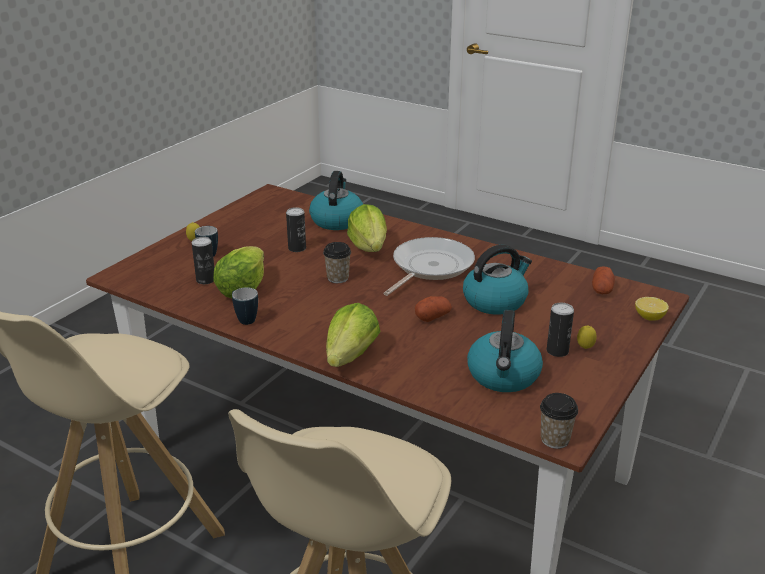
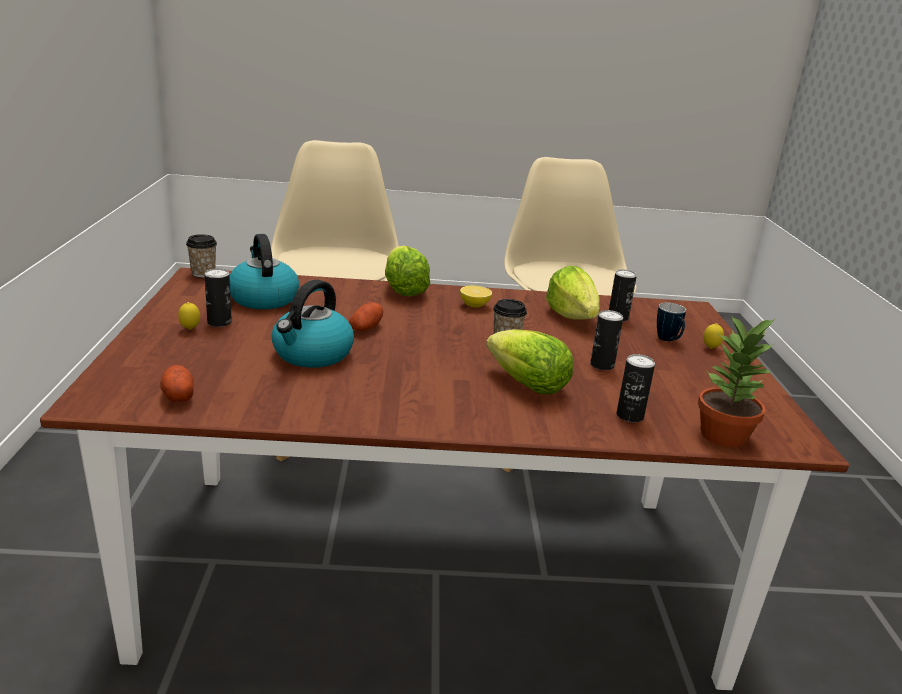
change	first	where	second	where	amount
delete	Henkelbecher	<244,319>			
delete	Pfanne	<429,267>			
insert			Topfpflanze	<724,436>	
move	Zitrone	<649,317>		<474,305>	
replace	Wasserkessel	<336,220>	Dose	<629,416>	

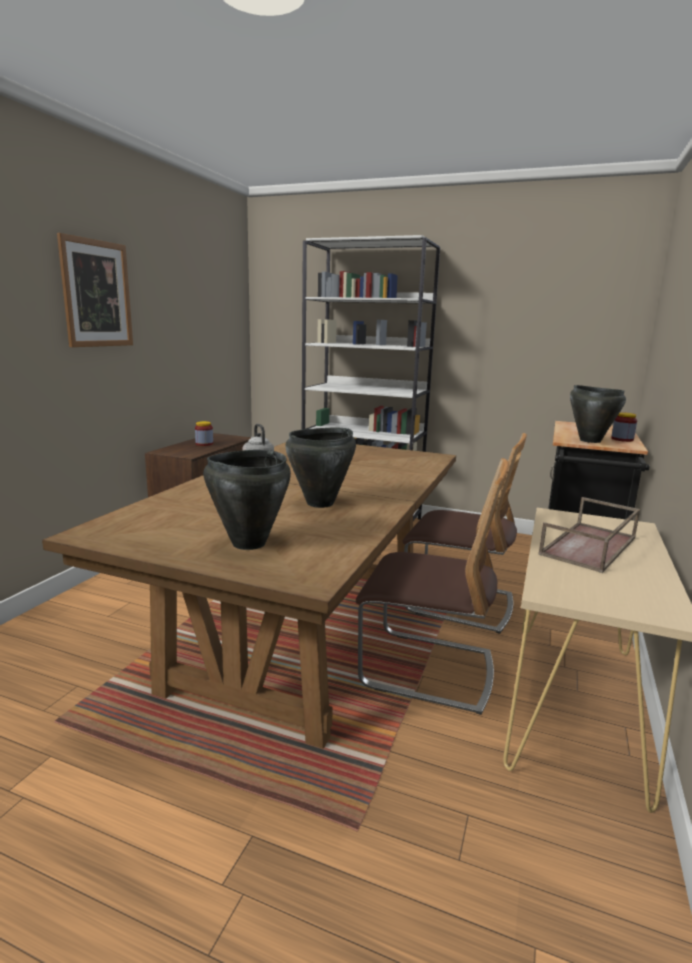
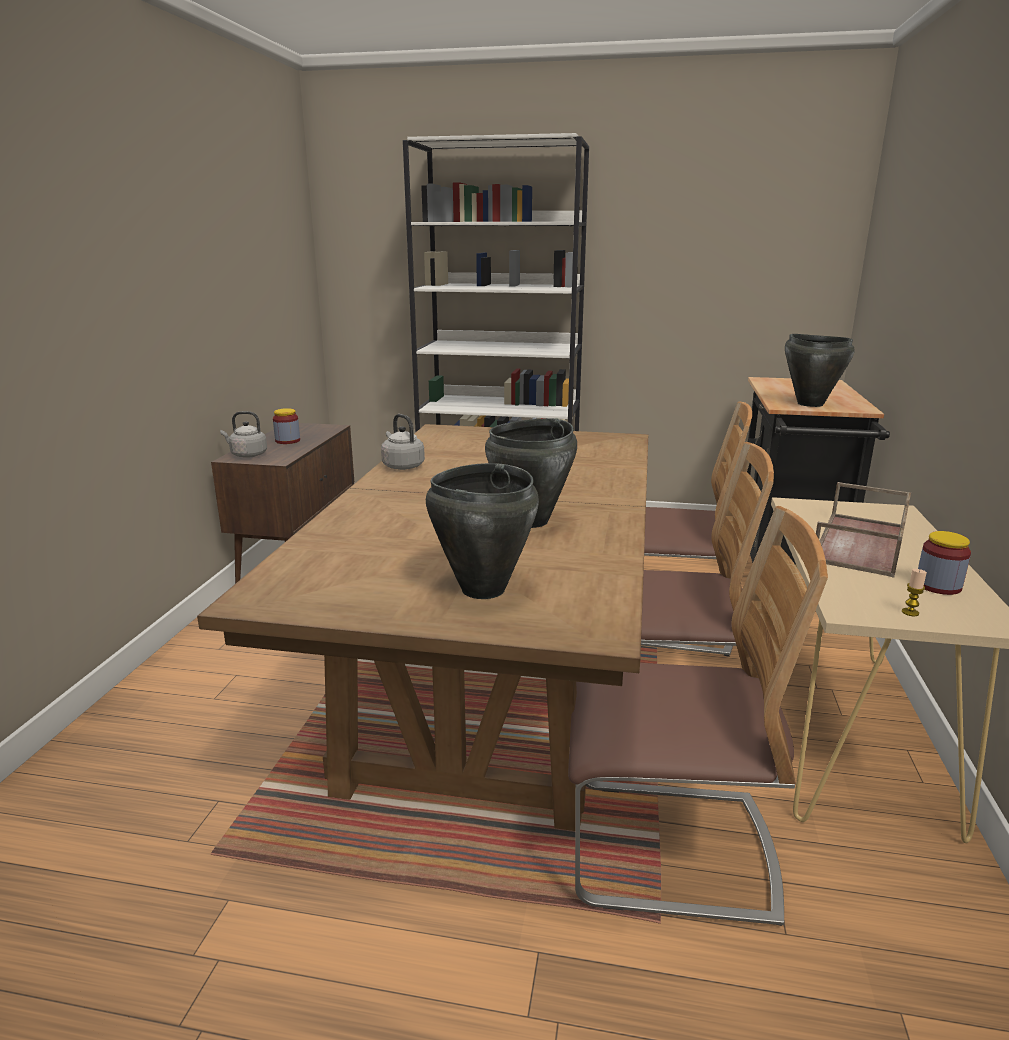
change	first	where	second	where	amount
delete	Bild	<97,294>			
insert			Wasserkessel/grau	<247,455>	
insert			Stuhl	<669,849>	
insert			Kerze	<910,612>	
move	Vorratsglas	<622,439>		<938,585>	

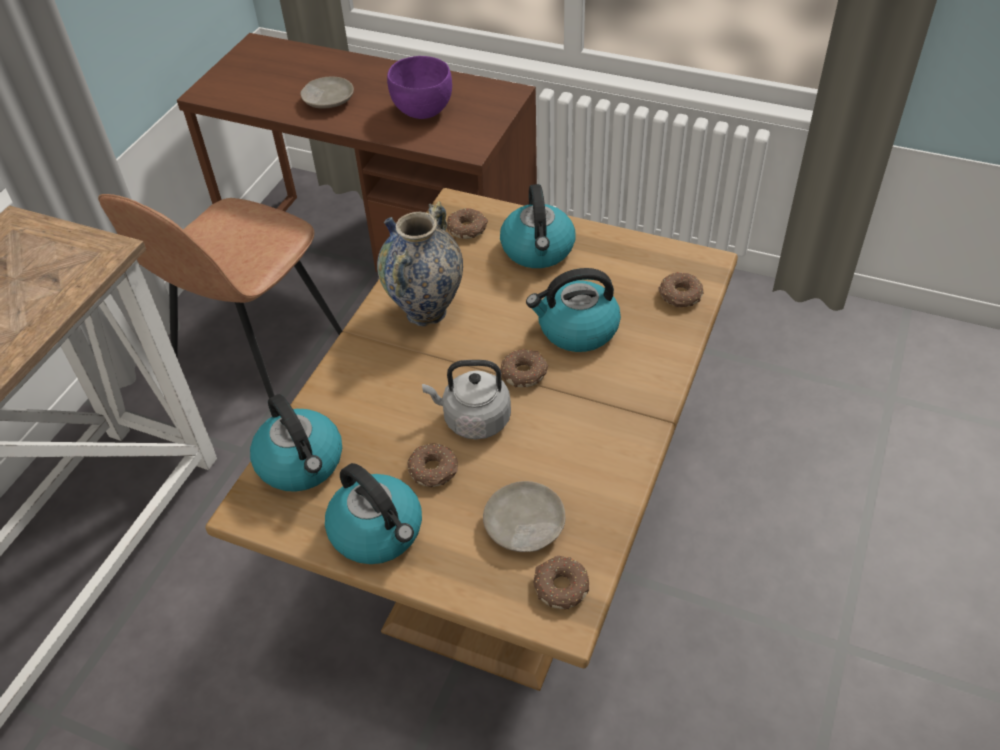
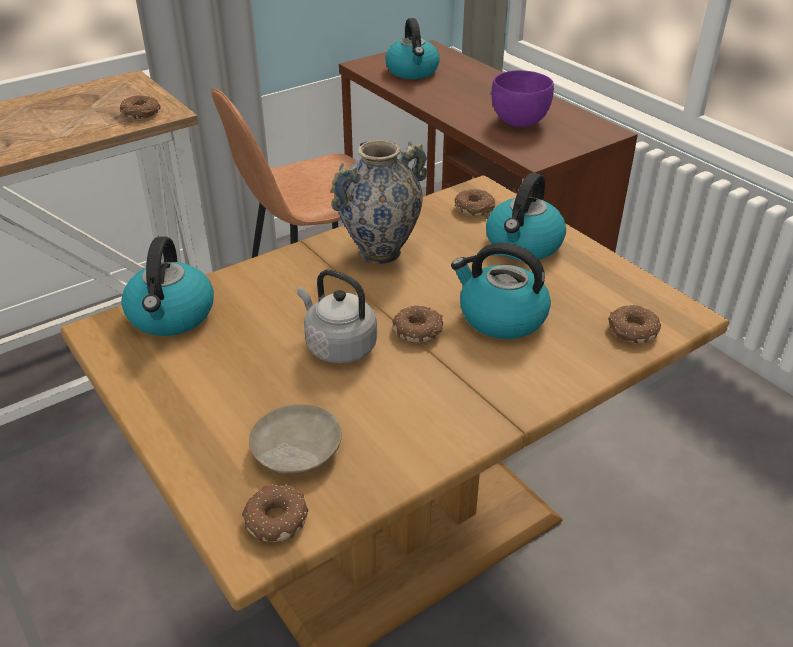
change	first	where	second	where	amount
delete	Teller/beige	<328,100>			
move	Wasserkessel	<378,531>		<413,72>	
move	Donut	<434,471>		<141,114>	

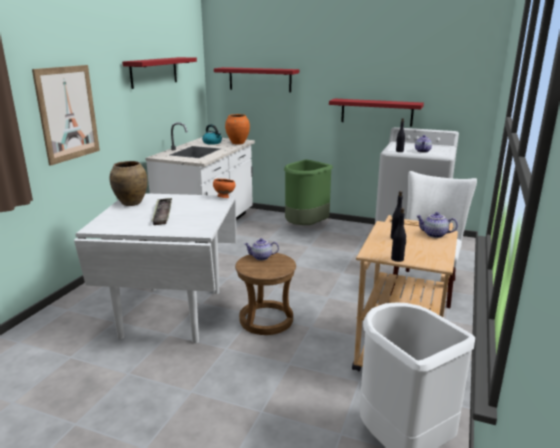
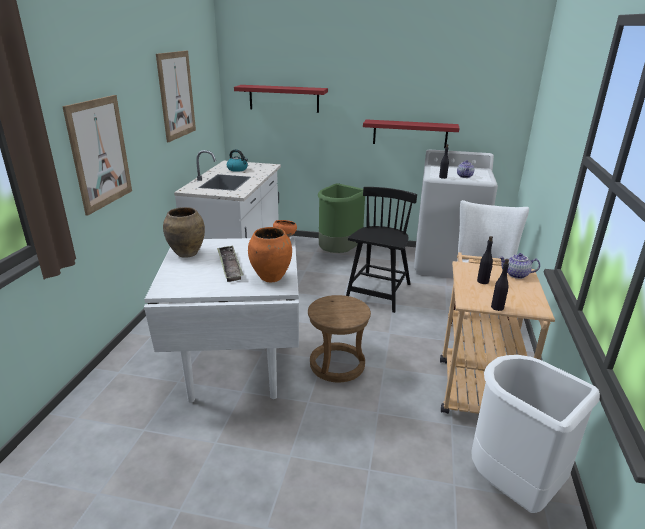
change	first	where	second	where	amount
delete	Teekanne	<261,257>			
insert			Stuhl/schwarz	<378,293>	
move	Vase/orange	<238,143>		<271,277>	
replace	Wandregal/rot	<154,72>	Bild	<176,95>	

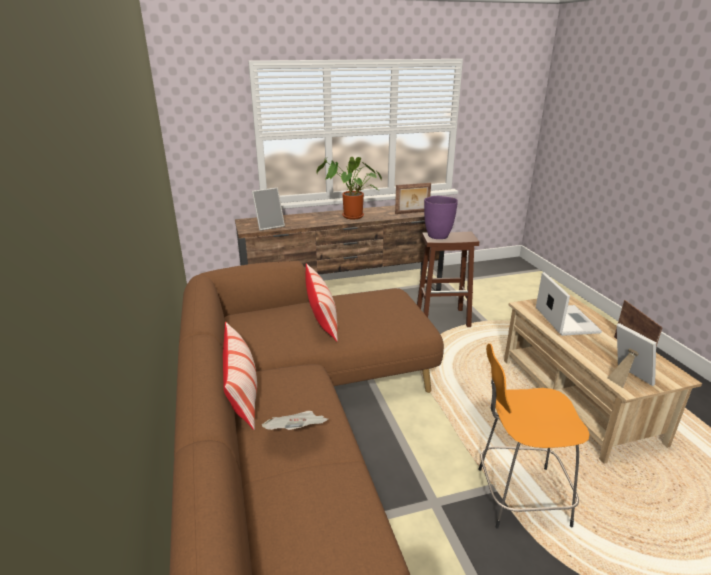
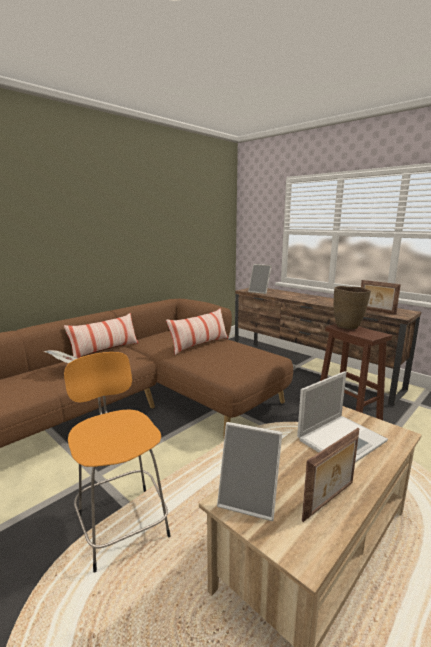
change	first	where	second	where	amount
delete	Topfpflanze	<351,217>			
recolor	Vase/lila	<437,236>	Vase/braun	<347,326>	
rotate	Bilderrahmen	<626,378>		<249,499>	75 degrees clockwise

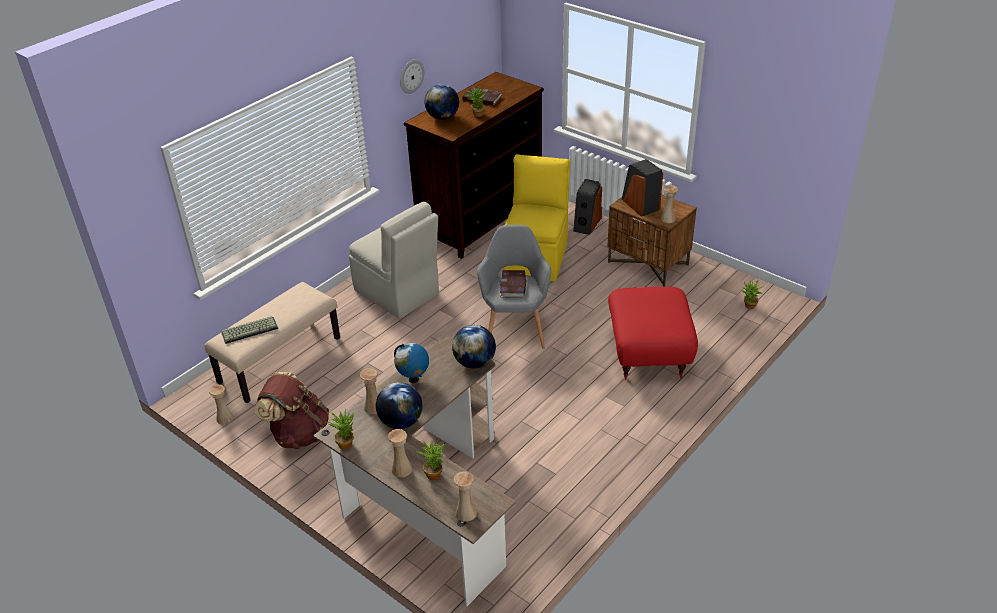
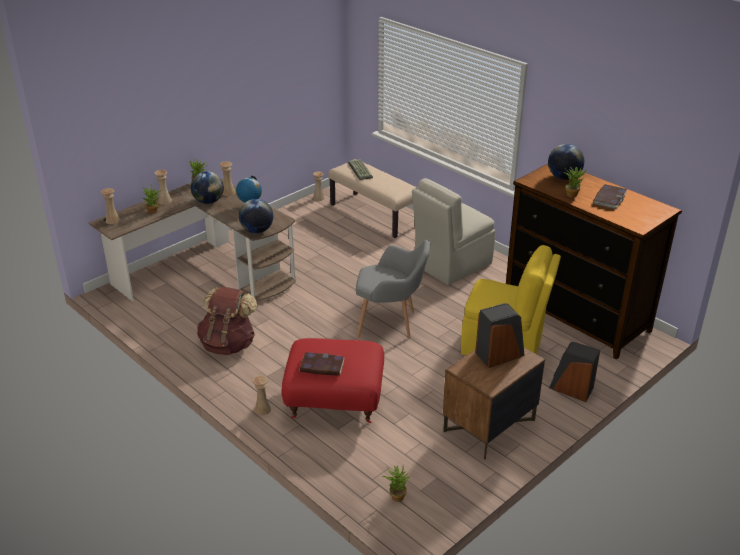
change	first	where	second	where	amount
delete	Wanduhr	<411,76>			
move	Rucksack/braun	<298,433>		<228,344>	
move	Buch	<513,285>		<322,366>	
move	Vase/beige	<668,218>		<262,409>	

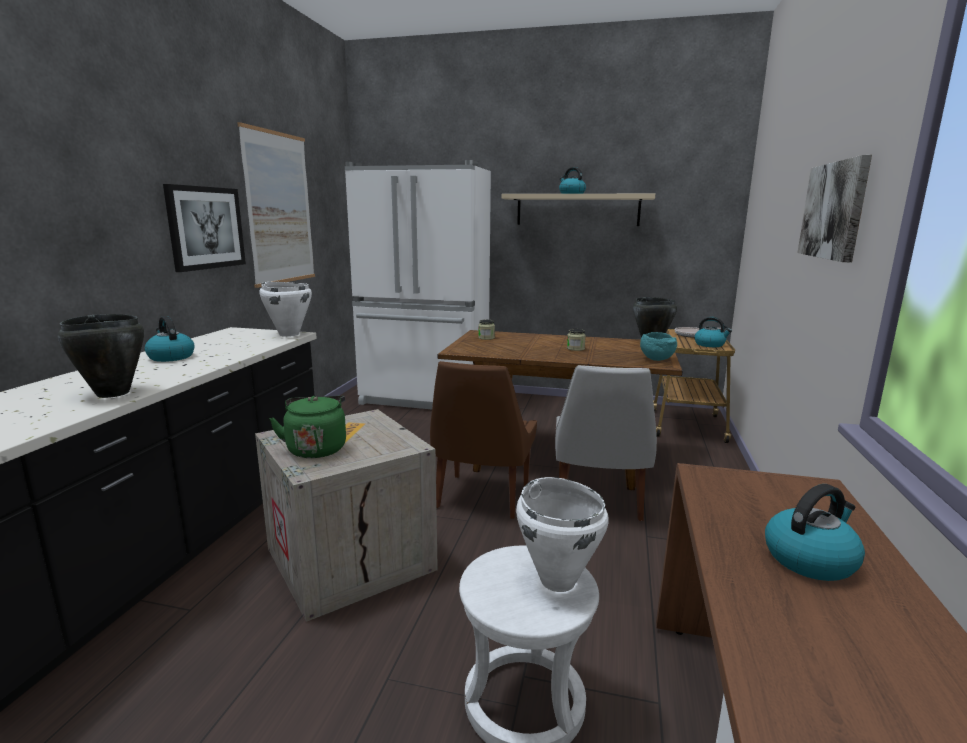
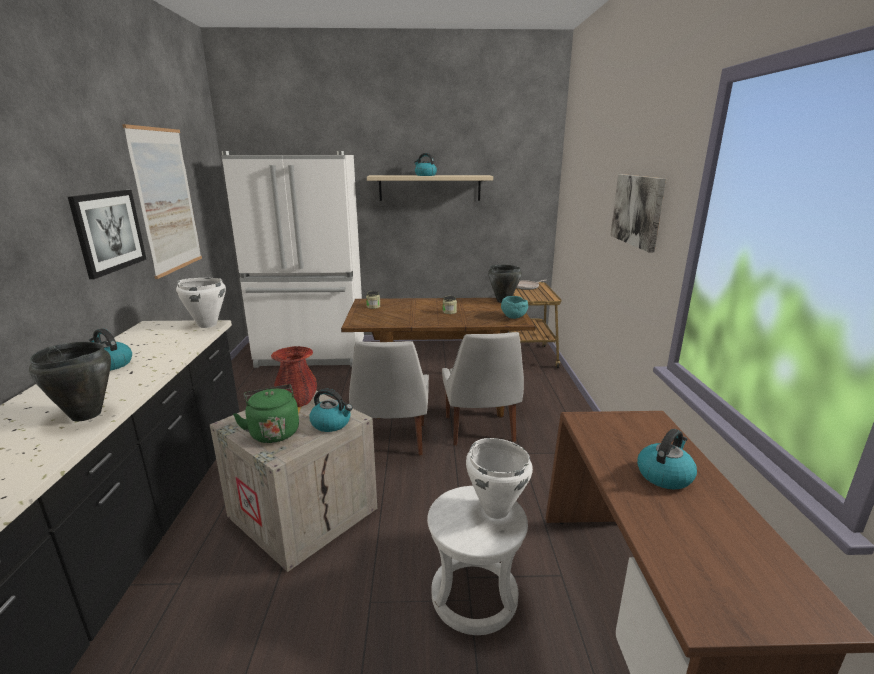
change	first	where	second	where	amount
insert			Vase/rot	<297,401>	
move	Wasserkessel	<710,344>		<331,423>	
recolor	Stuhl/braun	<481,498>	Stuhl/weiß	<391,441>	

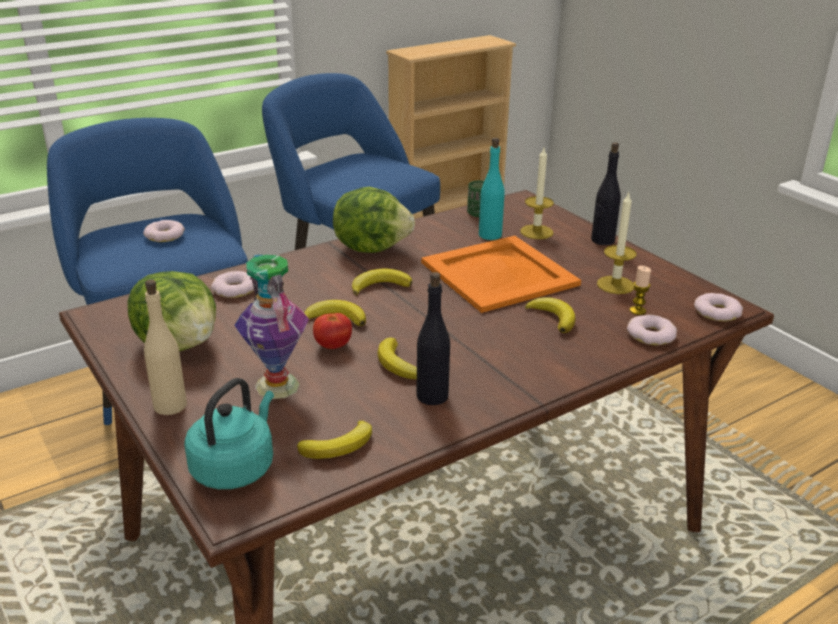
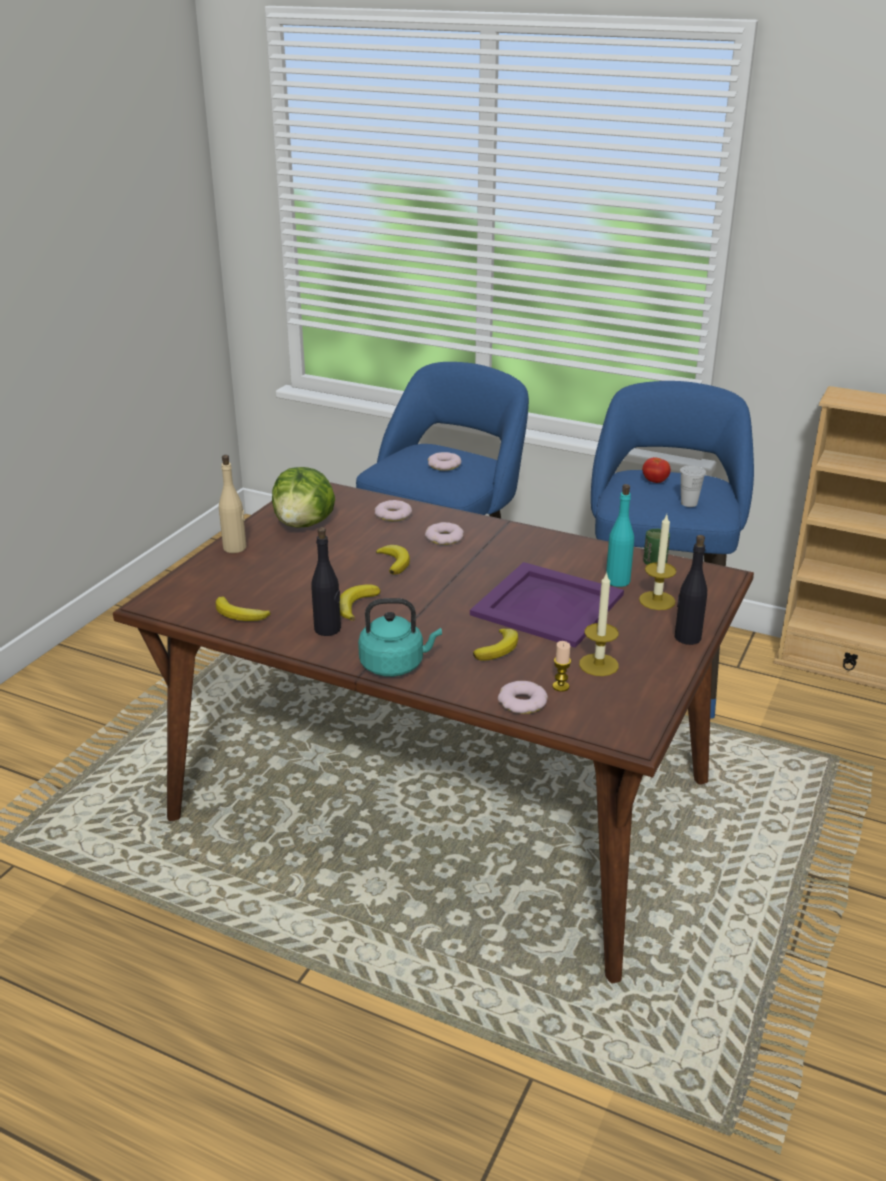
change	first	where	second	where	amount
delete	Vase	<276,385>			
delete	Salatkopf	<371,247>			
delete	Banane	<380,286>			
insert			Tasse/weiß	<689,503>	
move	Wasserkessel/türkis	<235,467>		<395,665>	
move	Tomate	<333,346>		<655,481>	
move	Donut	<717,312>		<444,538>	
recolor	Tablett/orange	<498,274>	Tablett/lila	<546,605>	

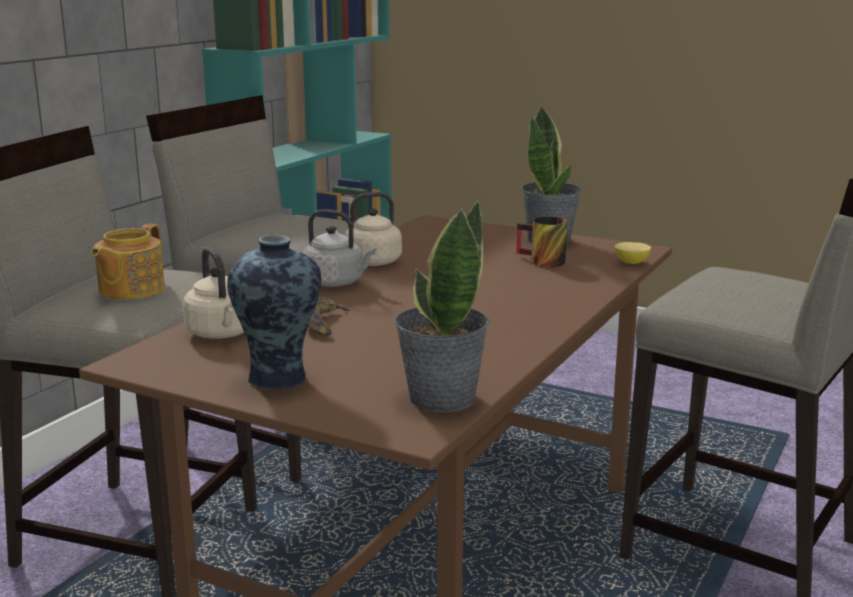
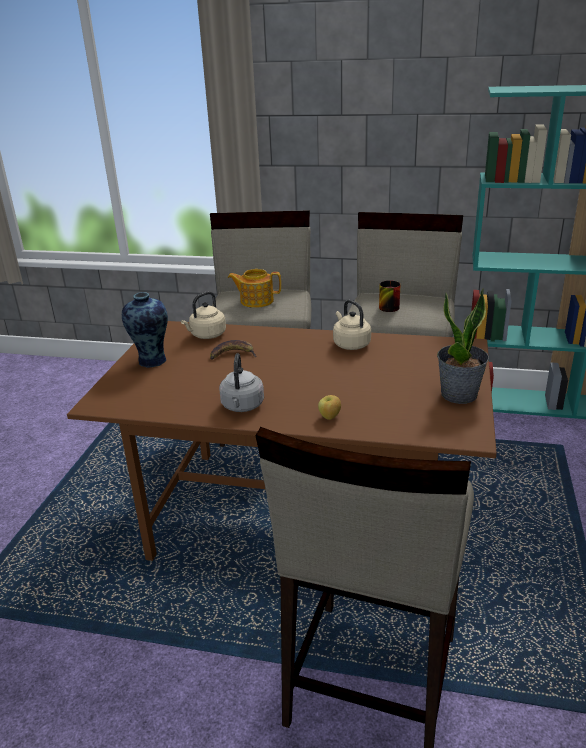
change	first	where	second	where	amount
delete	Topfpflanze	<441,398>			
delete	Zitrone	<631,263>			
insert			Apfel	<329,417>	
move	Wasserkessel/grau	<337,283>		<242,406>	
move	Henkelbecher	<540,261>		<387,306>	

